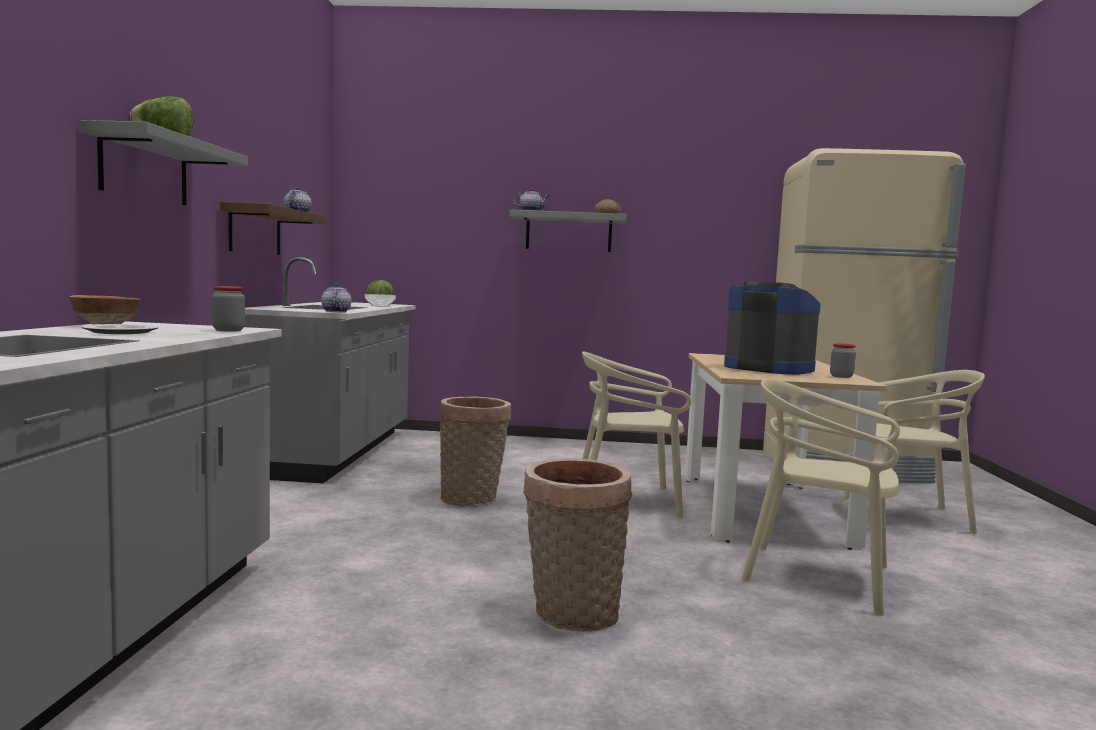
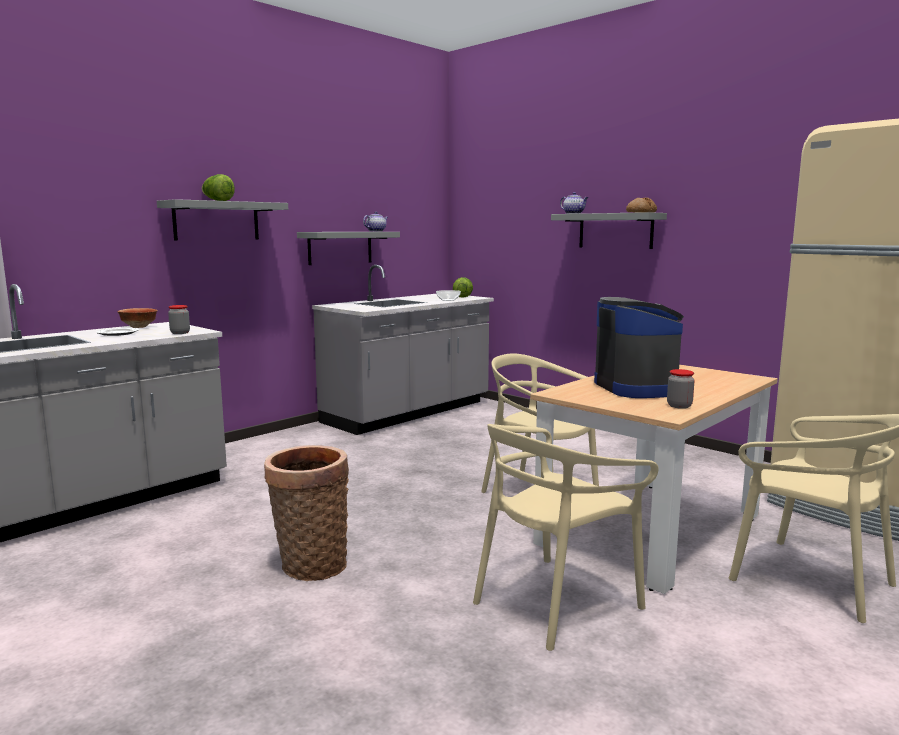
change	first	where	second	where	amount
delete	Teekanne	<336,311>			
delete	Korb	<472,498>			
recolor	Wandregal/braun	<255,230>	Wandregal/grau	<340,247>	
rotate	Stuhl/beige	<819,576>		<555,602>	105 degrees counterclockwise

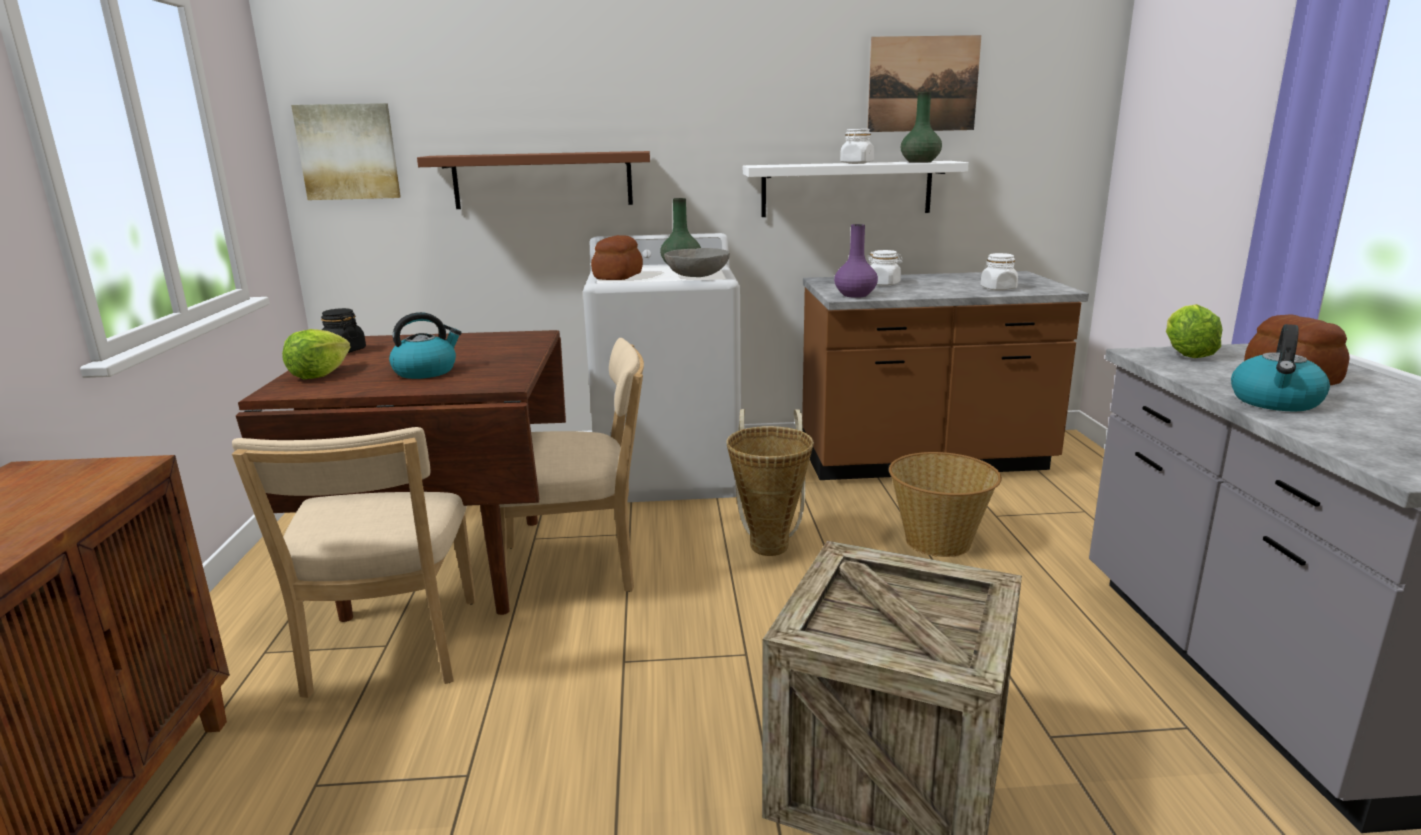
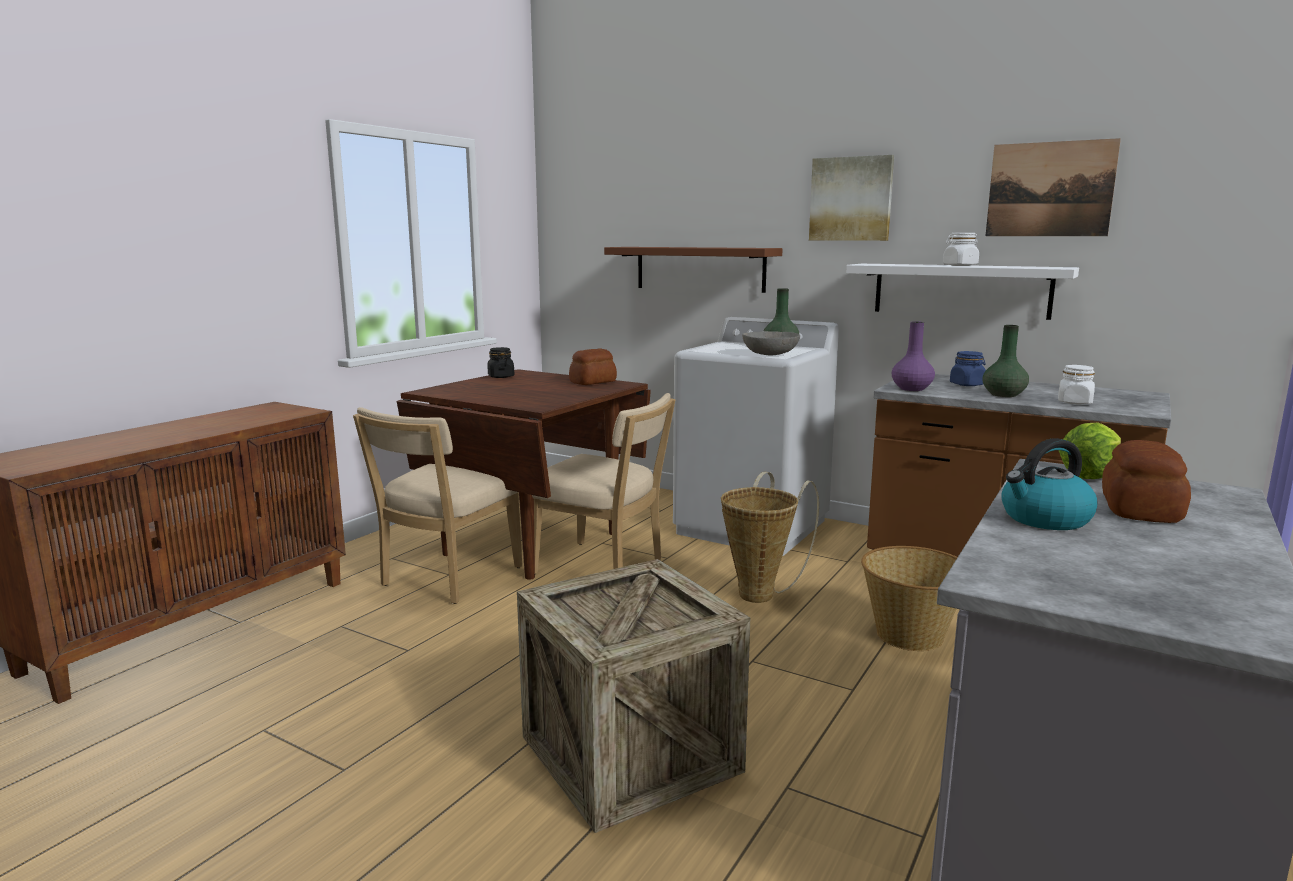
change	first	where	second	where	amount
delete	Salatkopf	<320,374>			
delete	Wasserkessel	<426,371>			
move	Bild	<348,152>		<851,199>	
move	Brot	<619,276>		<593,382>	
move	Vase/grün	<920,162>		<1004,394>	
recolor	Vorratsglas/weiß	<884,284>	Vorratsglas/blau	<967,384>	

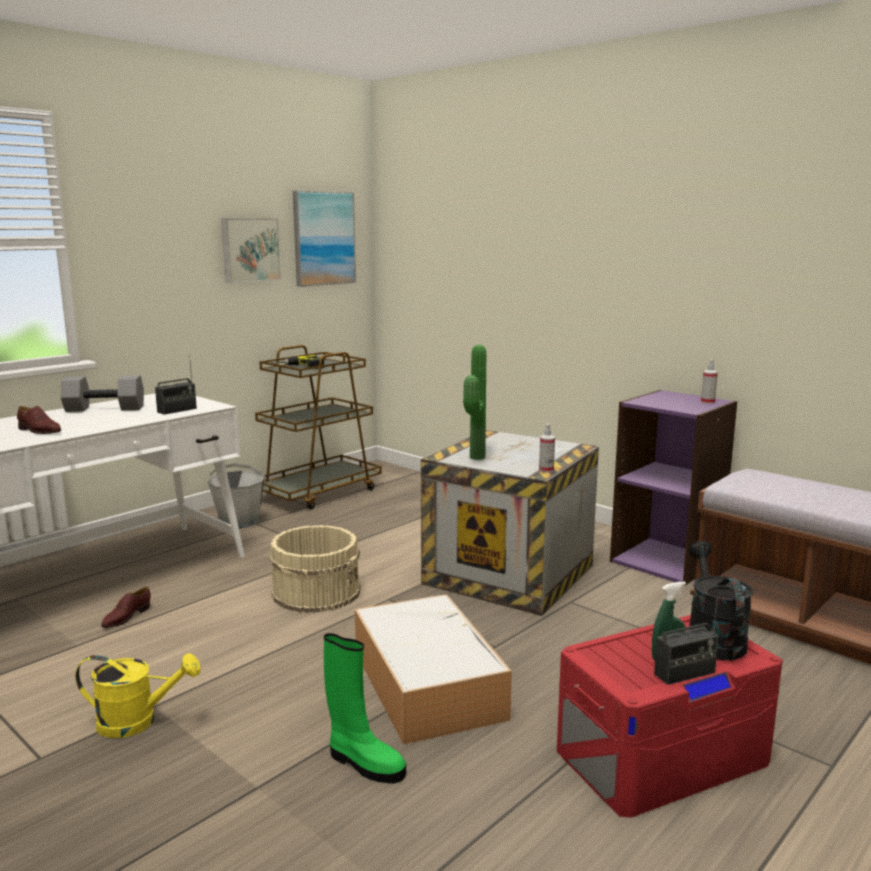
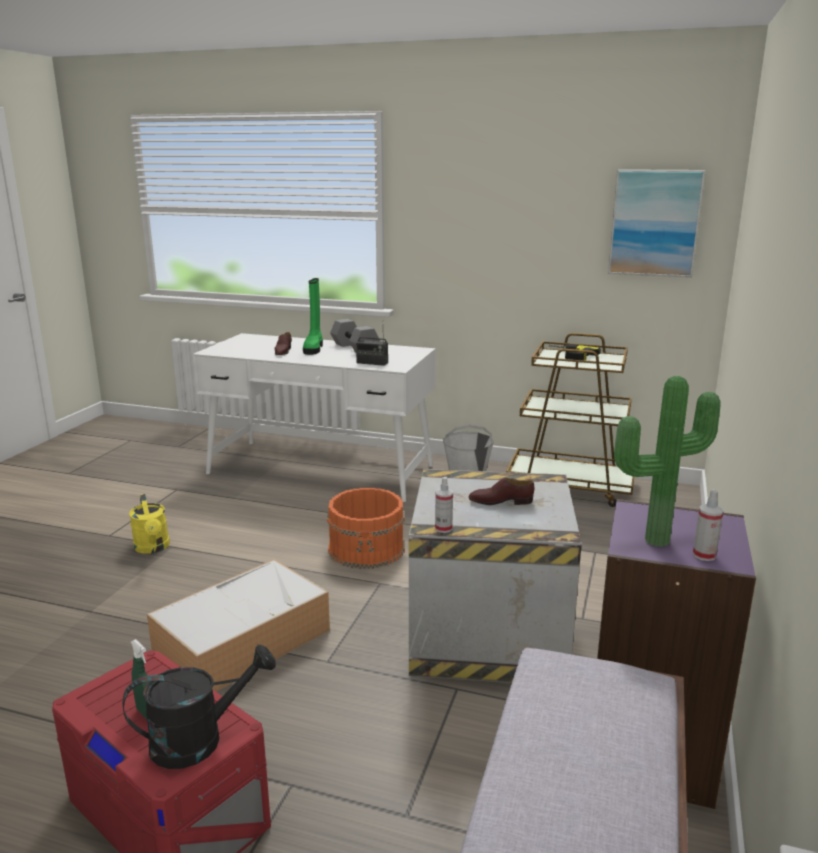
change	first	where	second	where	amount
delete	Bild	<249,250>			
delete	Radio	<684,673>			
move	Schuh/braun	<126,617>		<500,501>	
move	Stiefel/grün	<364,763>		<314,349>	
move	Topfpflanze	<474,457>		<654,538>	
recolor	Eimer/beige	<317,591>	Eimer/orange	<367,548>	

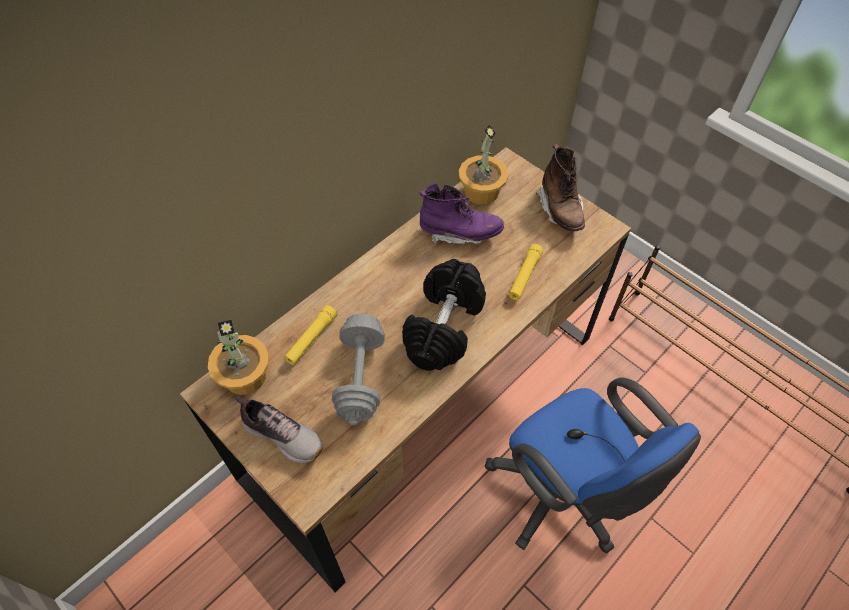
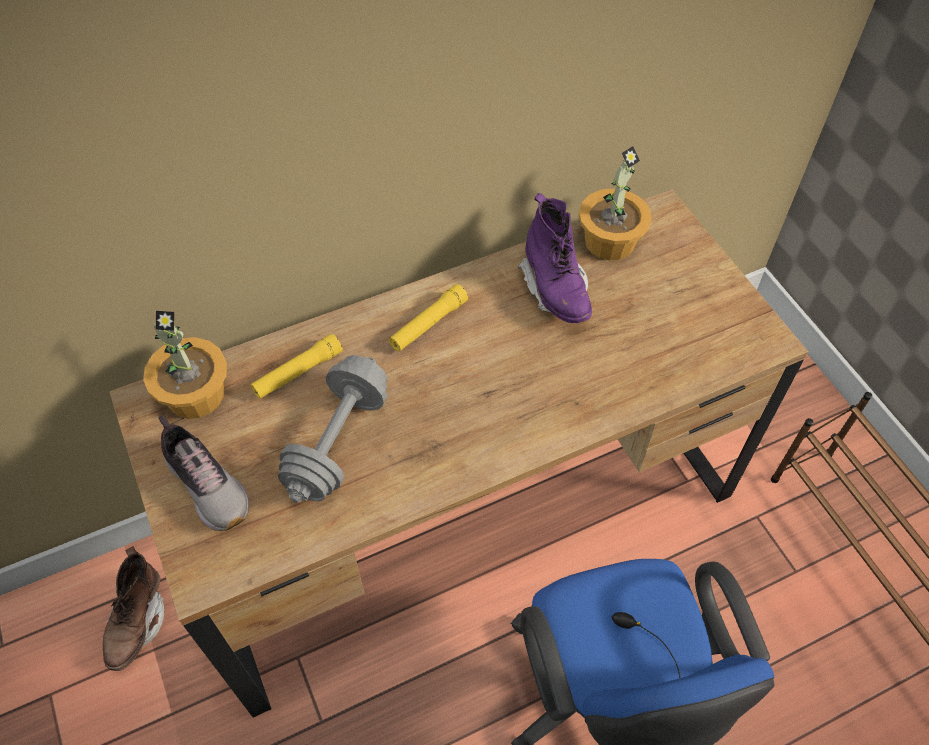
change	first	where	second	where	amount
delete	Hantel/schwarz	<444,327>			
move	Taschenlampe/gelb	<524,276>		<428,324>	
move	Stiefel/braun	<560,210>		<137,622>	
rotate	Stiefel/lila	<460,233>		<555,289>	45 degrees clockwise

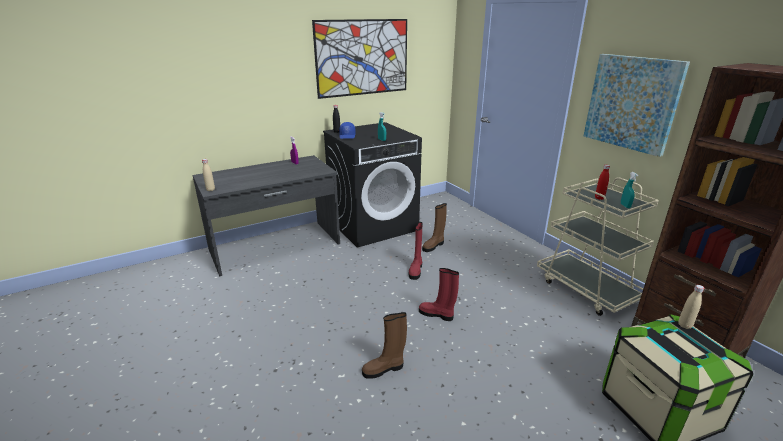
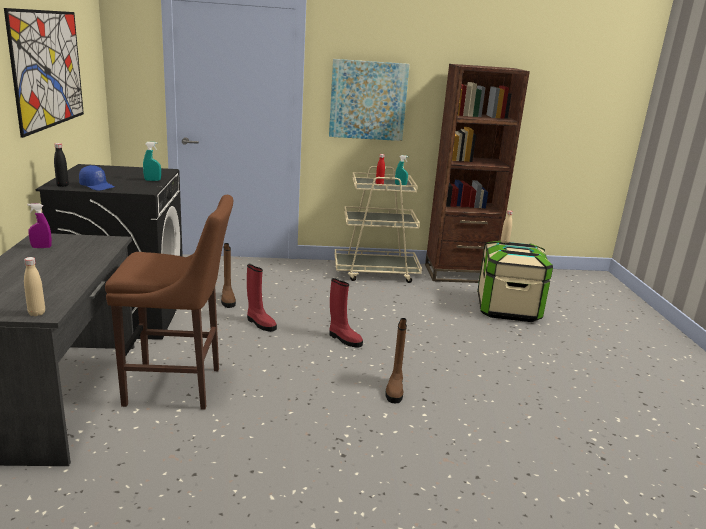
change	first	where	second	where	amount
insert			Hocker/braun	<178,387>	
rotate	Stiefel/rot	<437,314>		<344,339>	105 degrees counterclockwise

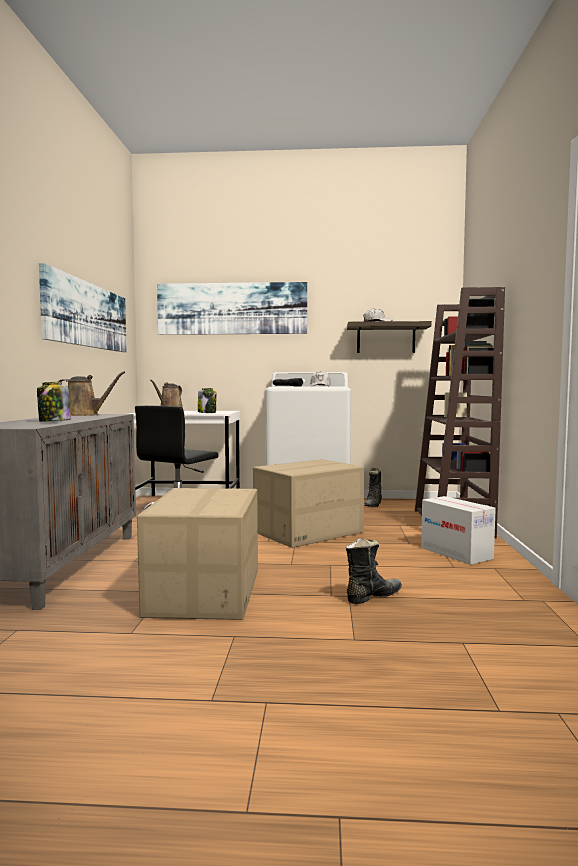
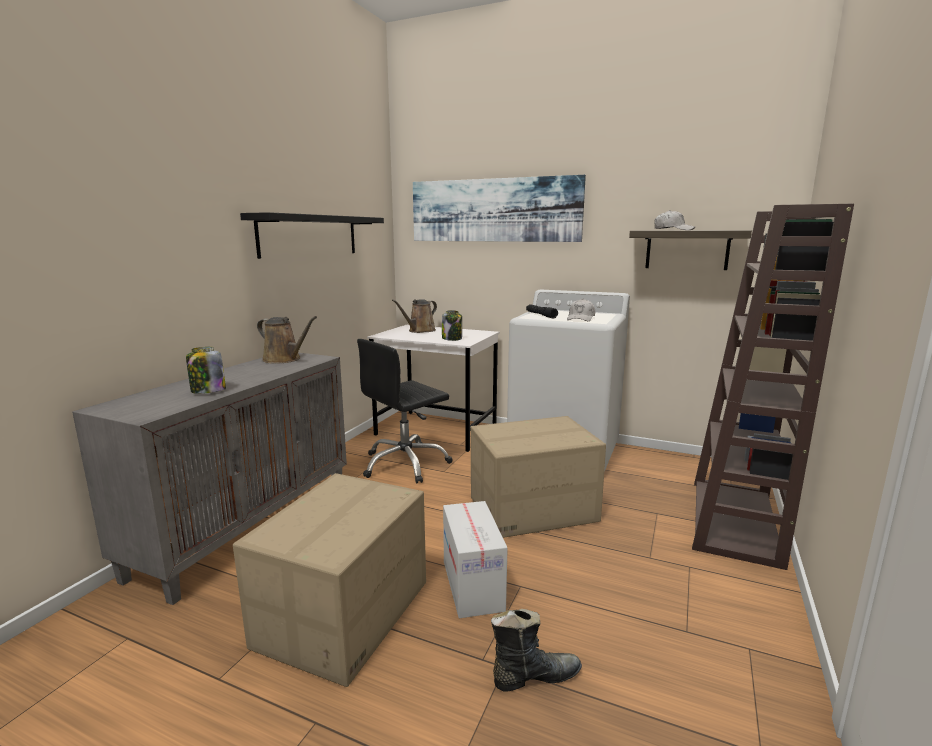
change	first	where	second	where	amount
delete	Stiefel/schwarz	<373,505>			
move	Karton	<456,553>		<473,585>	
replace	Bild	<88,315>	Wandregal/schwarz	<310,235>	

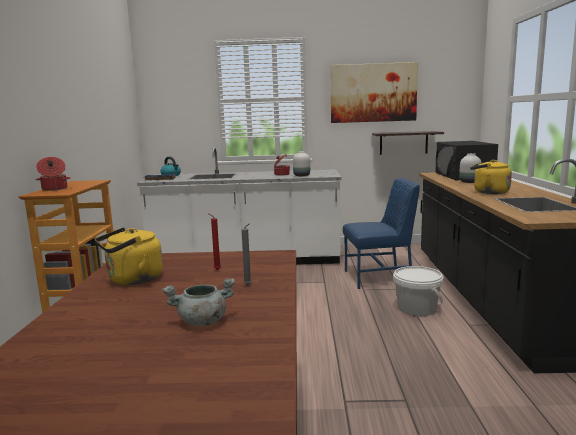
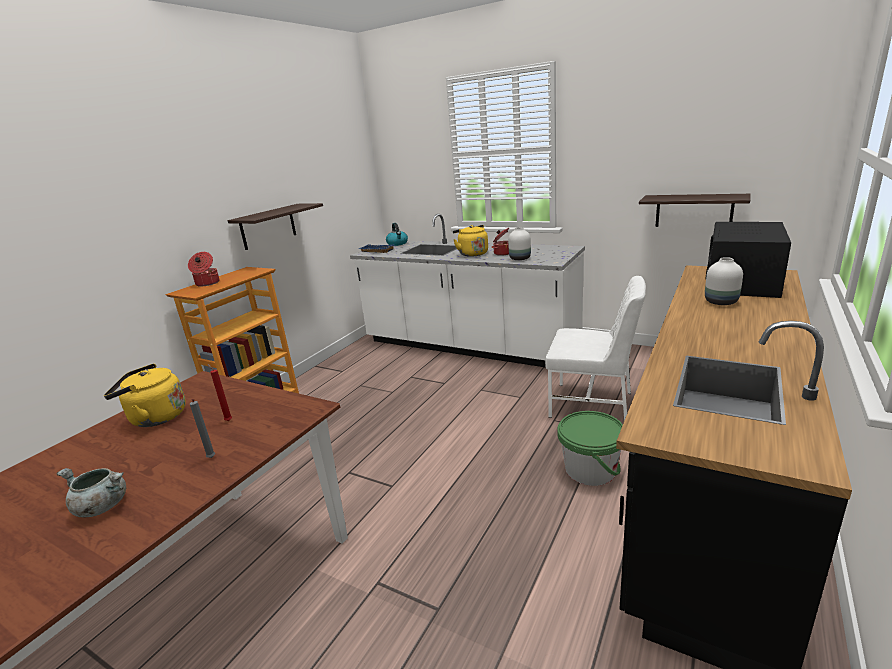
change	first	where	second	where	amount
delete	Bild	<373,93>			
insert			Wandregal	<268,226>	
move	Wasserkessel/gelb	<488,192>		<472,254>	
recolor	Stuhl/blau	<379,277>	Stuhl/weiß	<592,404>	
recolor	Eimer/weiß	<417,308>	Eimer/grün	<590,469>	

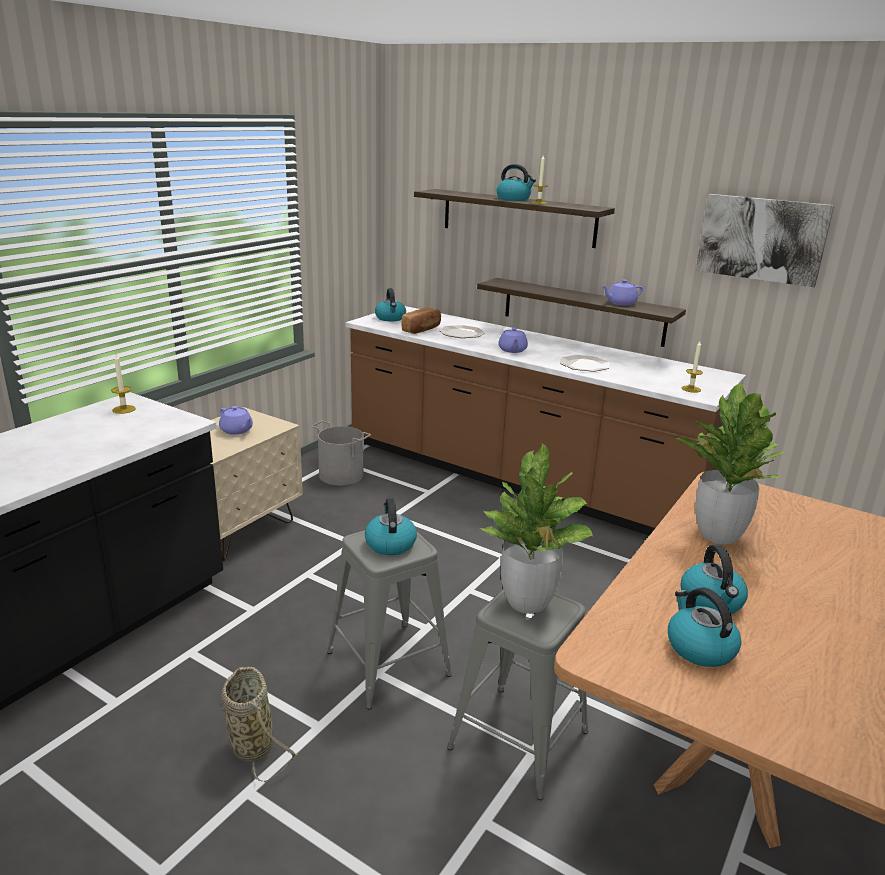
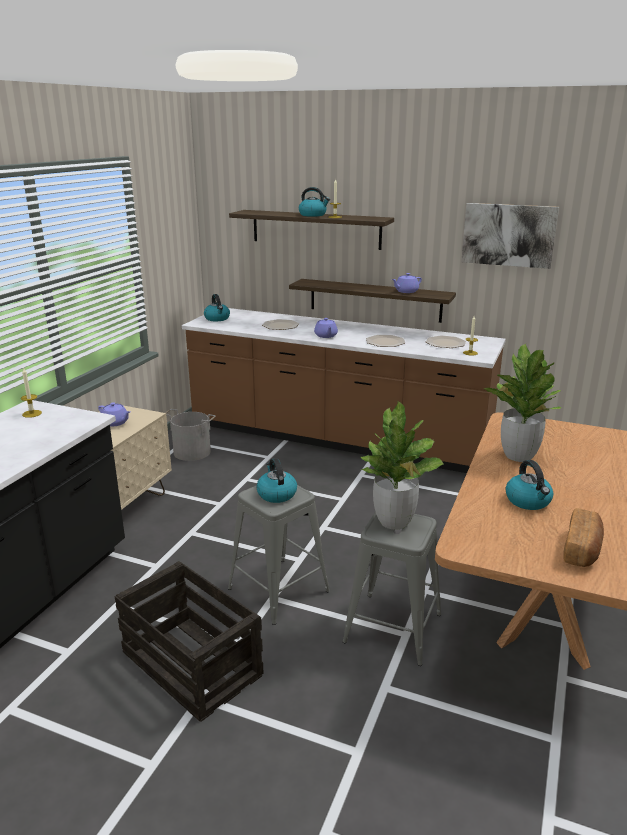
change	first	where	second	where	amount
delete	Wasserkessel	<699,647>			
insert			Teller	<445,343>	
move	Brot	<422,329>		<582,550>	
replace	Korb	<250,743>	Kiste	<190,663>	

